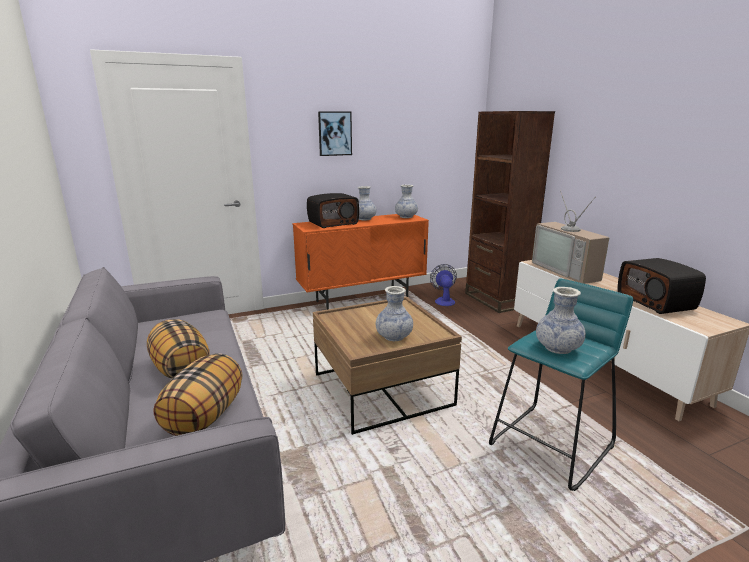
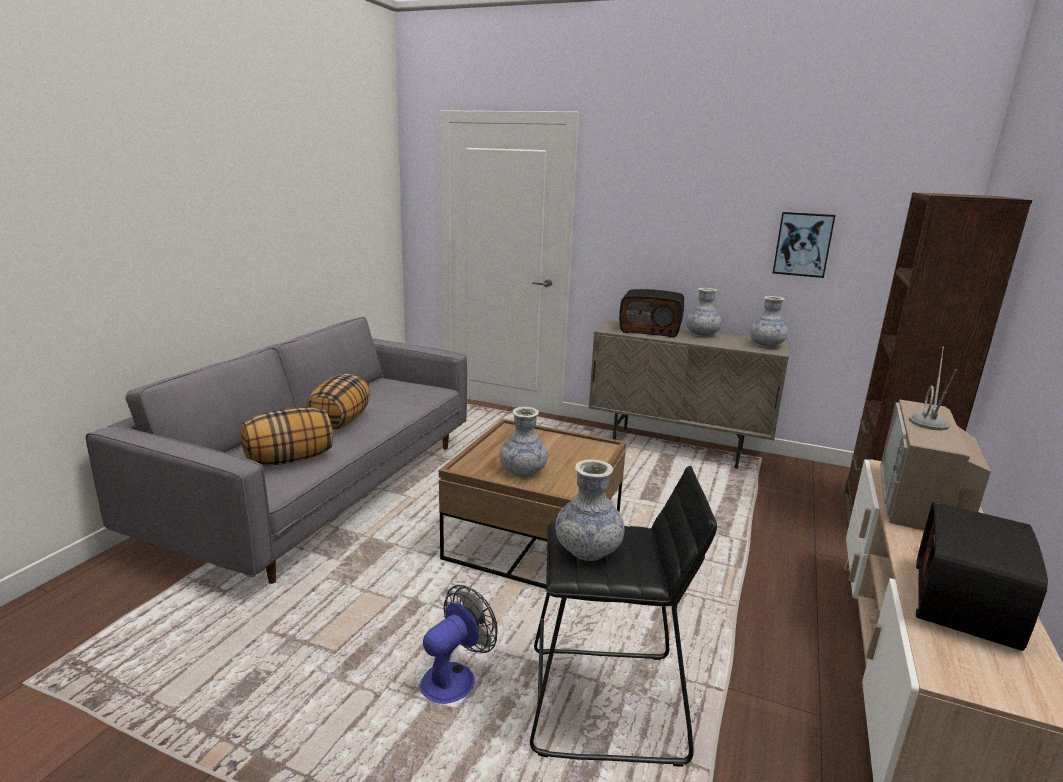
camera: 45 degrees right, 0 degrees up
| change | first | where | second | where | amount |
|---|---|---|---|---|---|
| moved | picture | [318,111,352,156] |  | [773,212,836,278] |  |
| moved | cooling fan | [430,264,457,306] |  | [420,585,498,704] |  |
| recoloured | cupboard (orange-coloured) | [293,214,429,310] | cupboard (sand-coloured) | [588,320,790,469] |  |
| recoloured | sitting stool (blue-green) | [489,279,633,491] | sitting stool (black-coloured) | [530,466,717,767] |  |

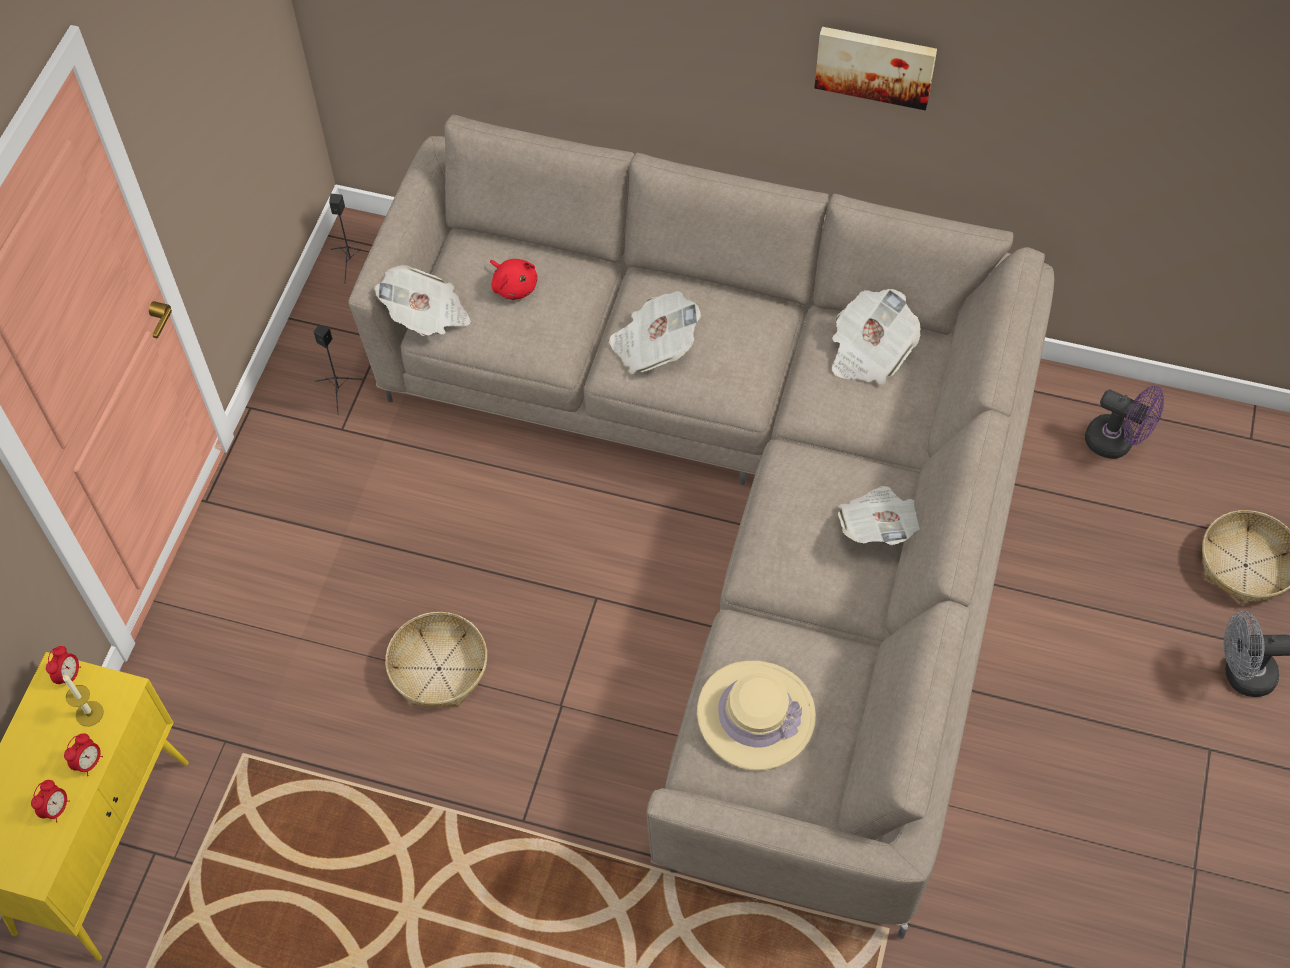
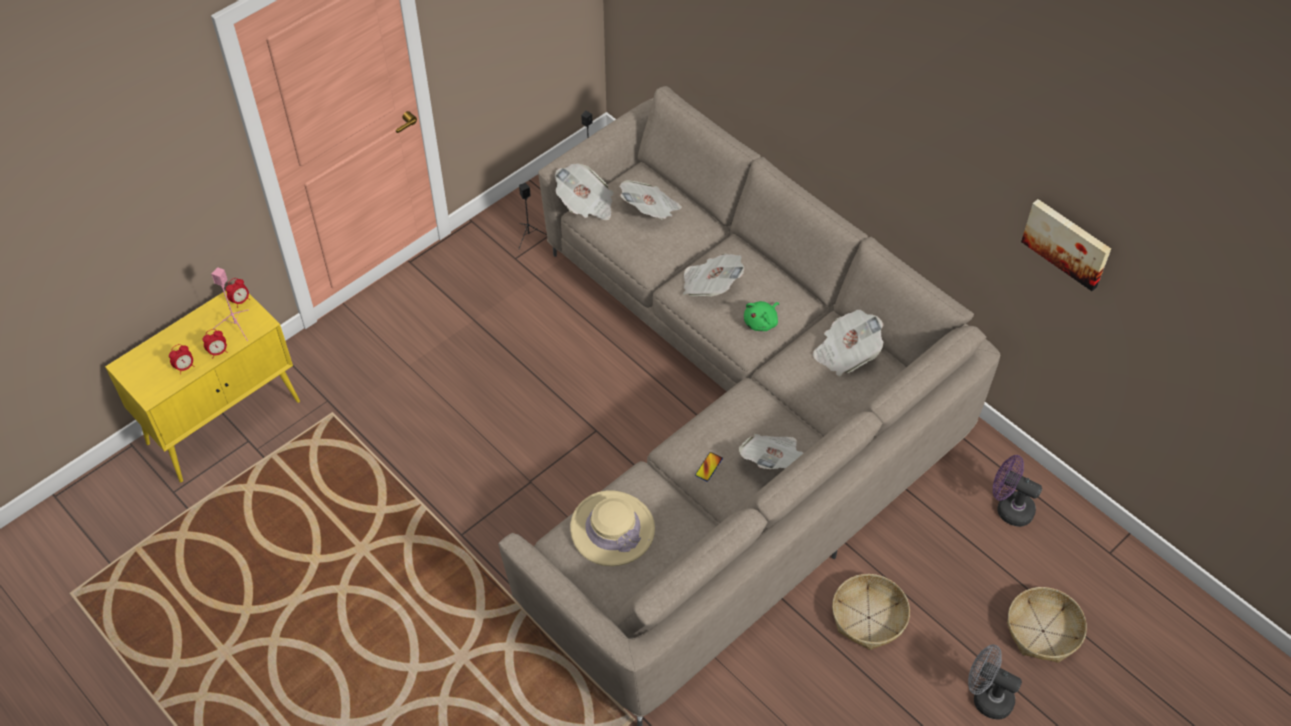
camera: 30 degrees right, 5 degrees down
| change | first | where | second | where | amount |
|---|---|---|---|---|---|
| added |  |  | handset | [695,452,723,482] |  |
| added |  |  | plush toy (green-coloured) | [744,301,779,331] |  |
| moved | basket | [385,612,487,707] |  | [832,574,910,650] |  |
| moved | picture | [815,27,937,110] |  | [1021,199,1111,291] |  |
| replaced | wax light | [63,675,104,726] | audio speaker (pink) | [211,267,249,341] |  |
| replaced | plush toy (reddish) | [490,259,538,300] | newspaper | [619,180,682,219] |  |
| turned | cooling fan (purple) | [1085,386,1164,459] |  | [993,455,1042,527] | 150 degrees clockwise |

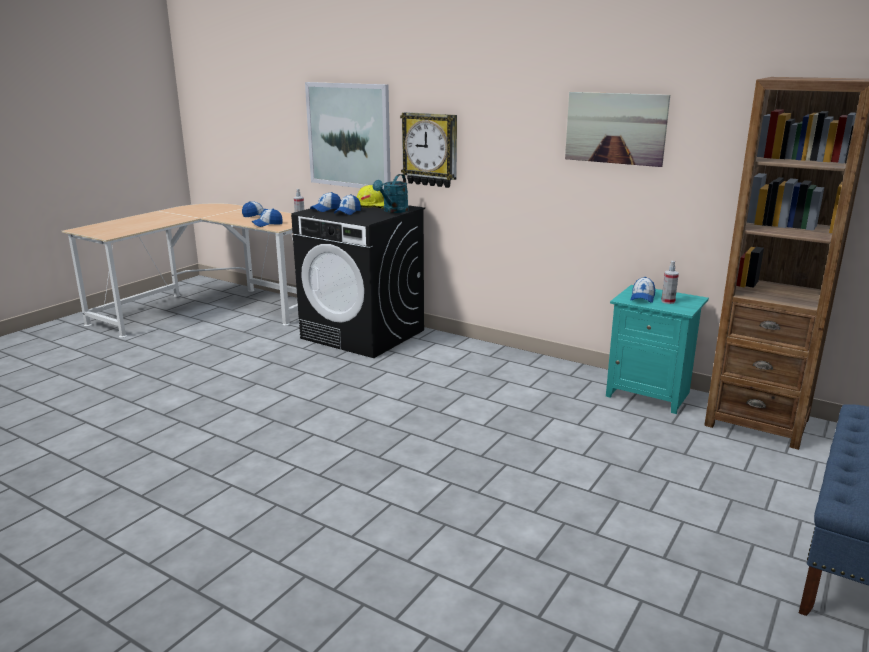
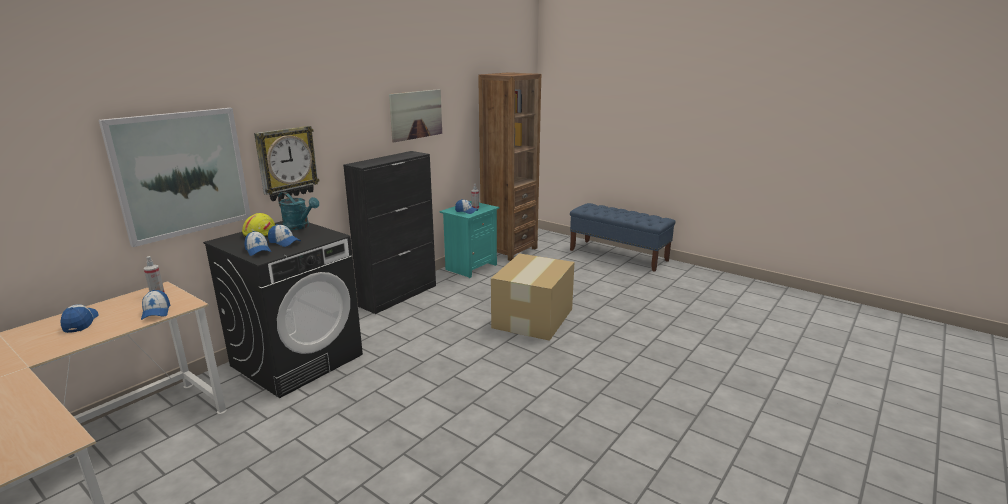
camera: 85 degrees left, 0 degrees up
| change | first | where | second | where | amount |
|---|---|---|---|---|---|
| added |  |  | cupboard (black-coloured) | [343,151,436,314] |  |
| added |  |  | packing box | [491,253,574,341] |  |

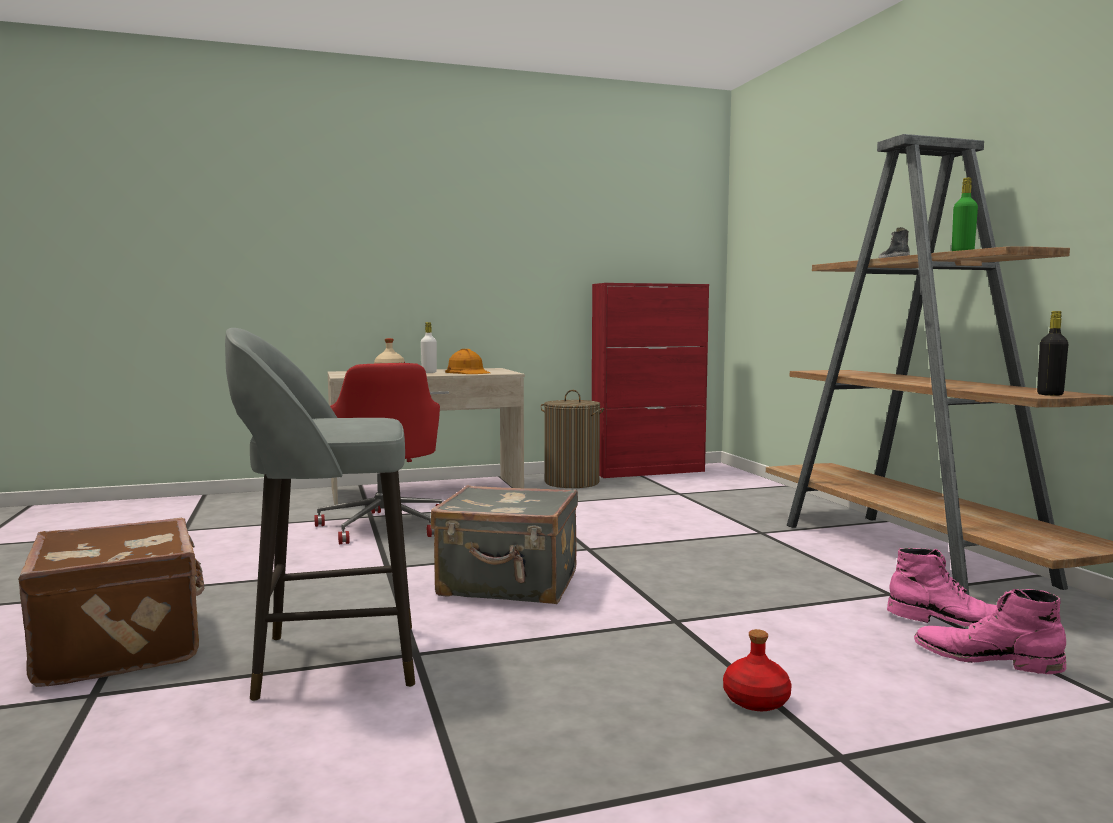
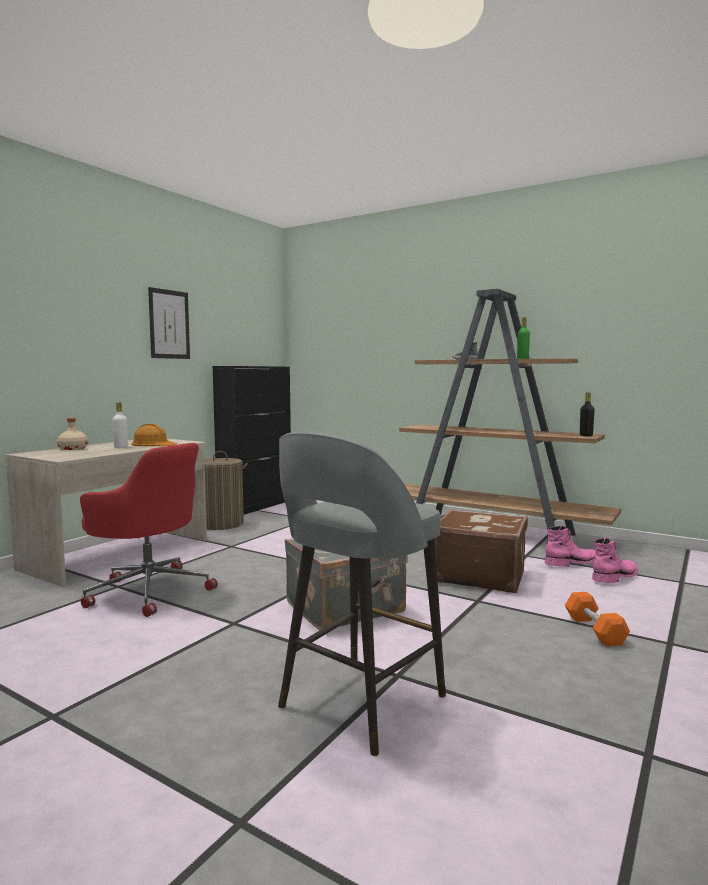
camera: 40 degrees left, 0 degrees up
| change | first | where | second | where | amount |
|---|---|---|---|---|---|
| added |  |  | picture | [148,287,190,359] |  |
| moved | piece of luggage (brownish) | [18,518,205,687] |  | [435,509,528,593] |  |
| replaced | bottle (reddish) | [723,629,791,711] | free weight (orange-coloured) | [565,592,630,646] |  |
| recoloured | cupboard (reddish) | [592,283,709,478] | cupboard (black-coloured) | [213,366,291,515] |  |
| turned | tall boot (pink) | [914,589,1066,674] |  | [592,537,638,583] | 150 degrees clockwise |

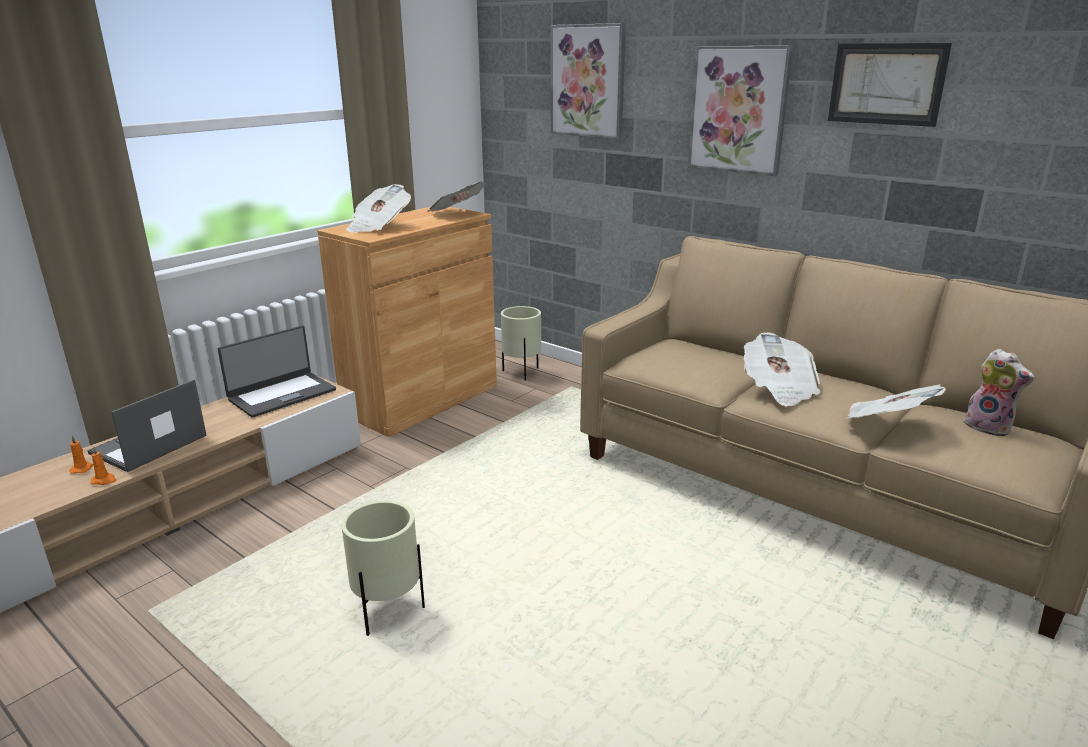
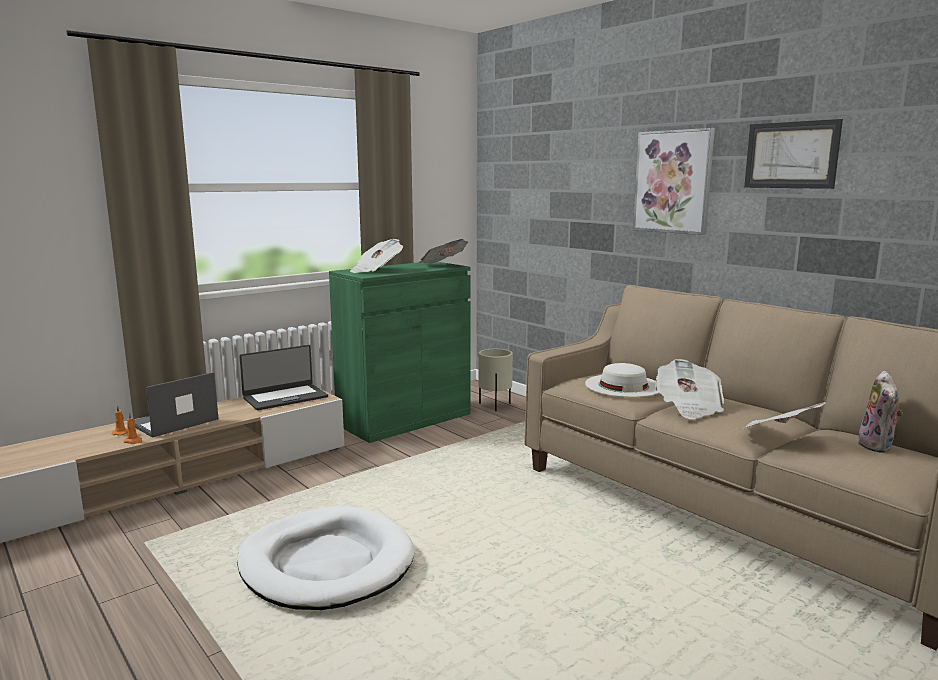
camera: 10 degrees right, 10 degrees down
| change | first | where | second | where | amount |
|---|---|---|---|---|---|
| removed | picture | [551,23,626,139] |  |  |  |
| added |  |  | wearable hat (whitish) | [585,363,659,397] |  |
| replaced | planter (sand-coloured) | [342,500,425,636] | dog cushion (whitish) | [237,506,414,610] |  |
| recoloured | cupboard (brownish) | [317,207,497,437] | cupboard (green-coloured) | [329,262,471,443] |  |
| turned | plush toy | [964,349,1035,436] |  | [858,371,903,453] | 45 degrees clockwise |

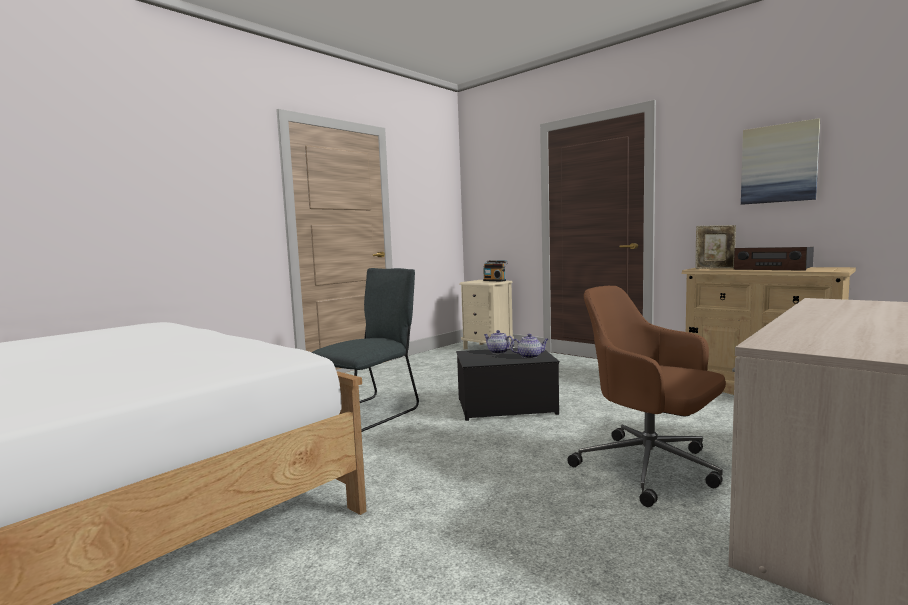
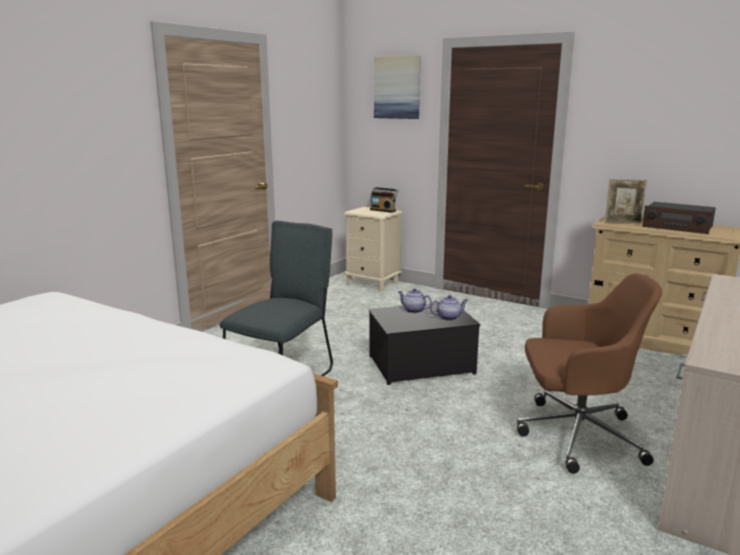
camera: 10 degrees left, 10 degrees up
| change | first | where | second | where | amount |
|---|---|---|---|---|---|
| moved | picture | [741,118,820,205] |  | [374,55,421,119] |  |
| turned | desk chair (brownish) | [567,286,726,507] |  | [517,273,662,474] | 150 degrees clockwise |

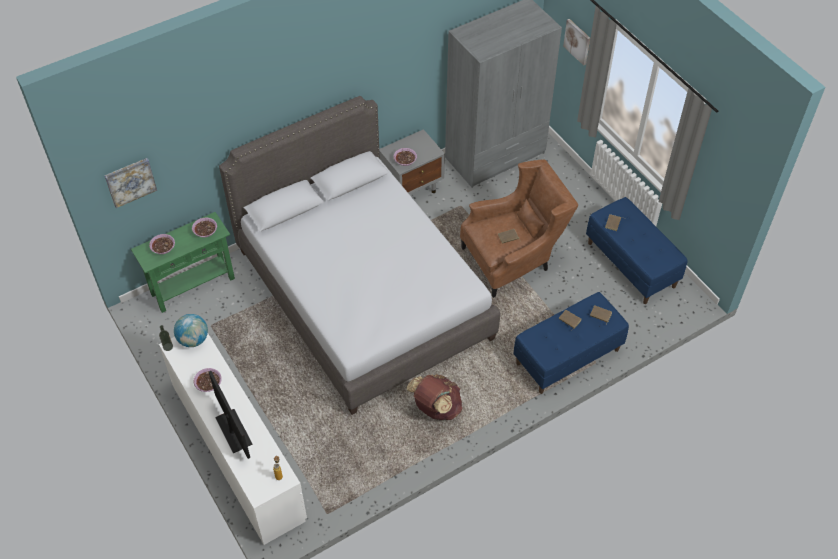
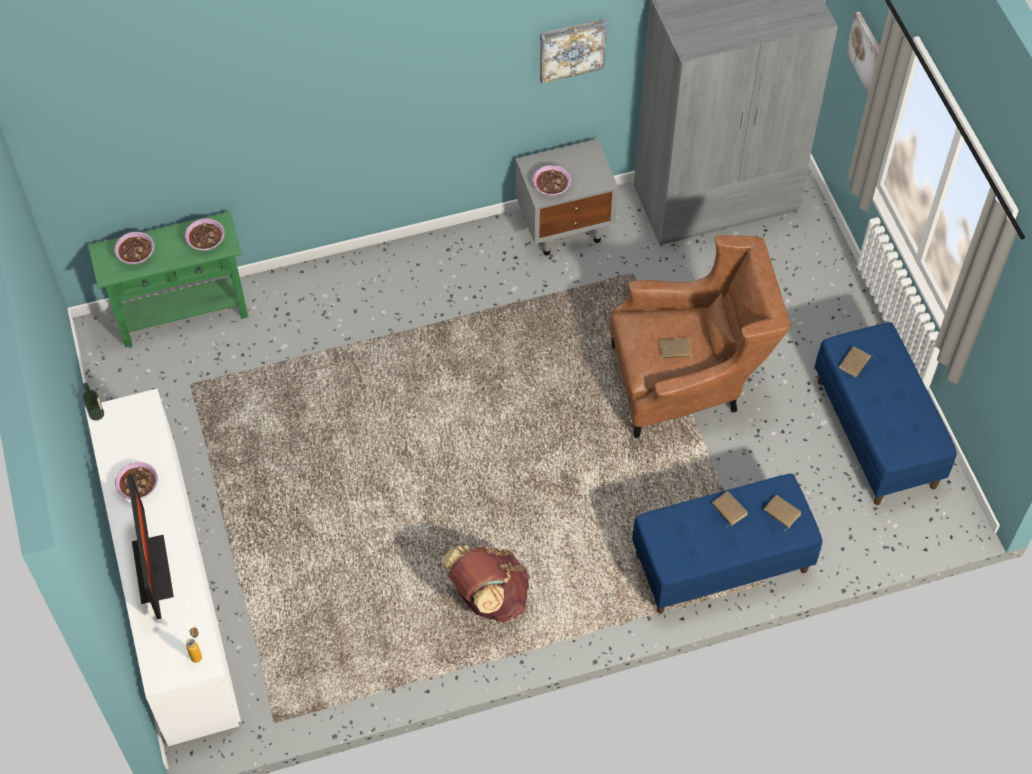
camera: 15 degrees right, 5 degrees up
| change | first | where | second | where | amount |
|---|---|---|---|---|---|
| removed | globe | [174,314,208,347] |  |  |  |
| removed | bedroom bed (gray) | [219,96,500,415] |  |  |  |
| moved | picture | [104,158,157,208] |  | [540,19,607,84] |  |

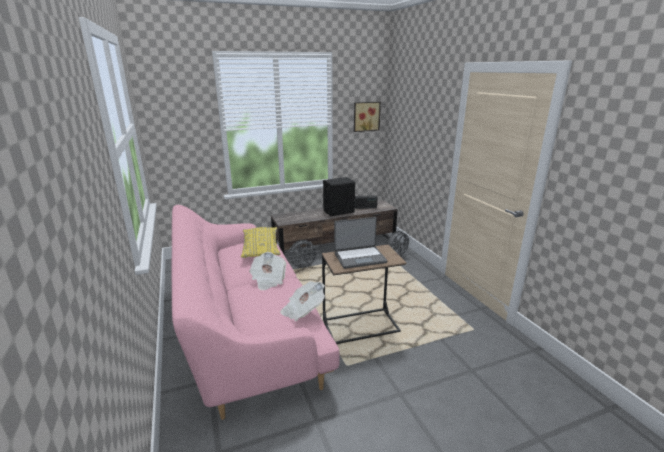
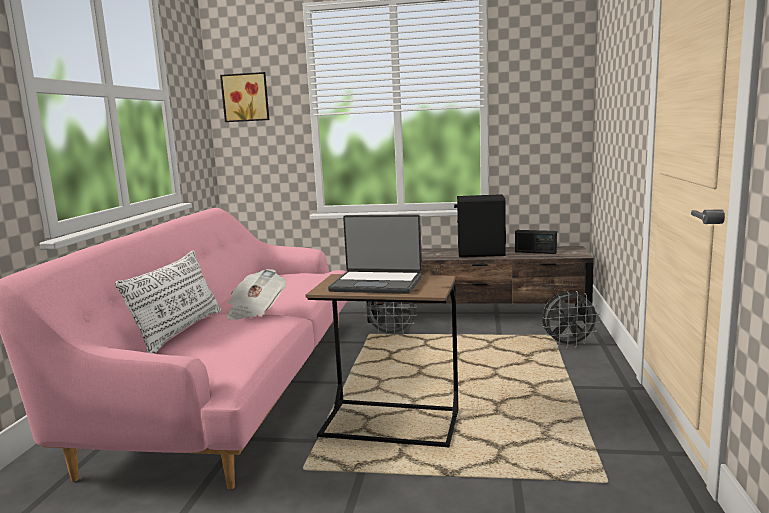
camera: 30 degrees right, 10 degrees down
| change | first | where | second | where | amount |
|---|---|---|---|---|---|
| removed | cushion (yellow) | [241,227,280,258] |  |  |  |
| removed | newspaper | [280,281,325,321] |  |  |  |
| added |  |  | cushion (whitish) | [115,250,221,354] |  |
| moved | picture | [354,102,381,132] |  | [220,72,269,122] |  |

